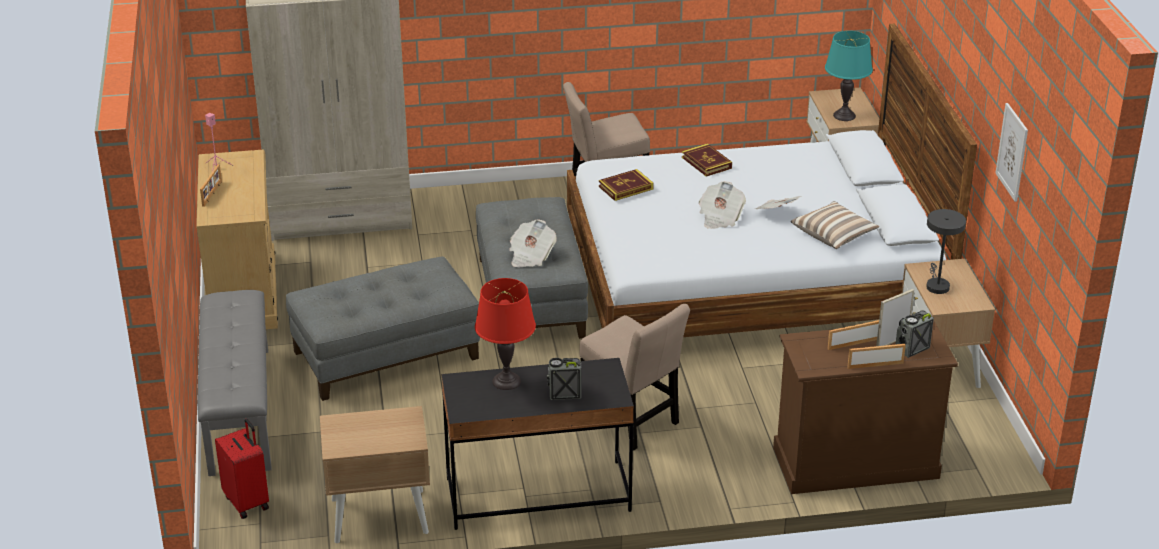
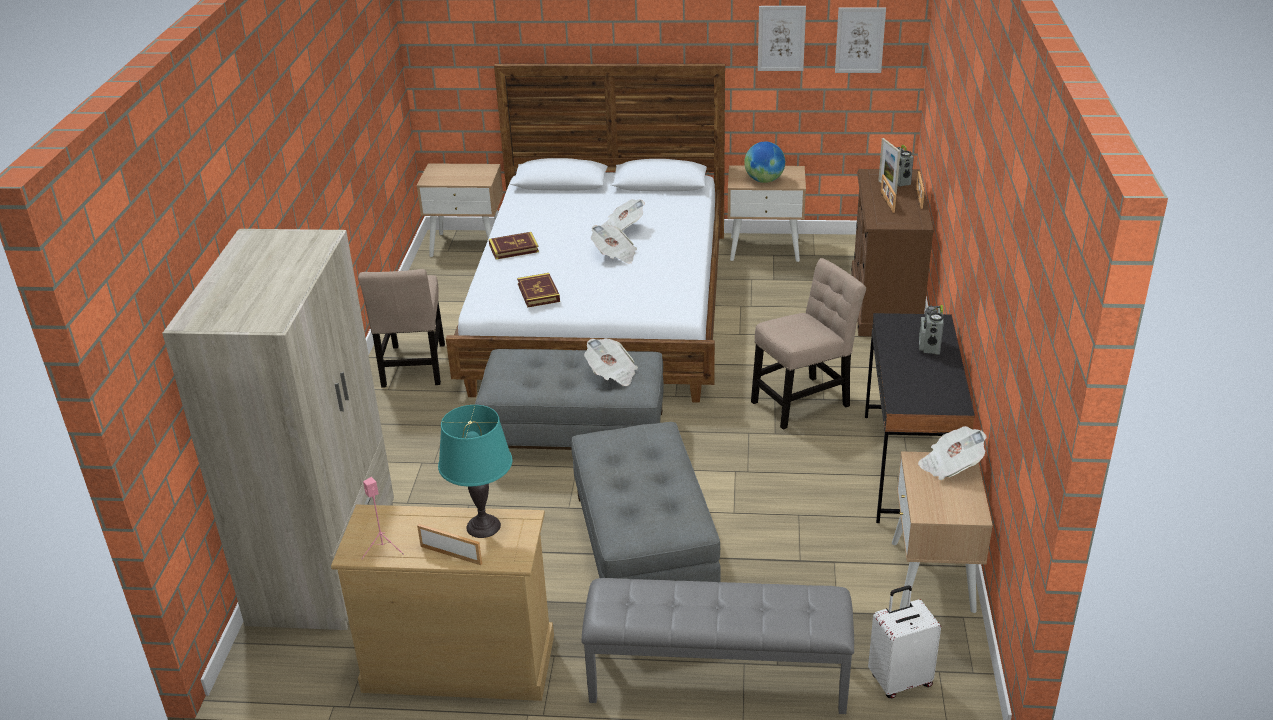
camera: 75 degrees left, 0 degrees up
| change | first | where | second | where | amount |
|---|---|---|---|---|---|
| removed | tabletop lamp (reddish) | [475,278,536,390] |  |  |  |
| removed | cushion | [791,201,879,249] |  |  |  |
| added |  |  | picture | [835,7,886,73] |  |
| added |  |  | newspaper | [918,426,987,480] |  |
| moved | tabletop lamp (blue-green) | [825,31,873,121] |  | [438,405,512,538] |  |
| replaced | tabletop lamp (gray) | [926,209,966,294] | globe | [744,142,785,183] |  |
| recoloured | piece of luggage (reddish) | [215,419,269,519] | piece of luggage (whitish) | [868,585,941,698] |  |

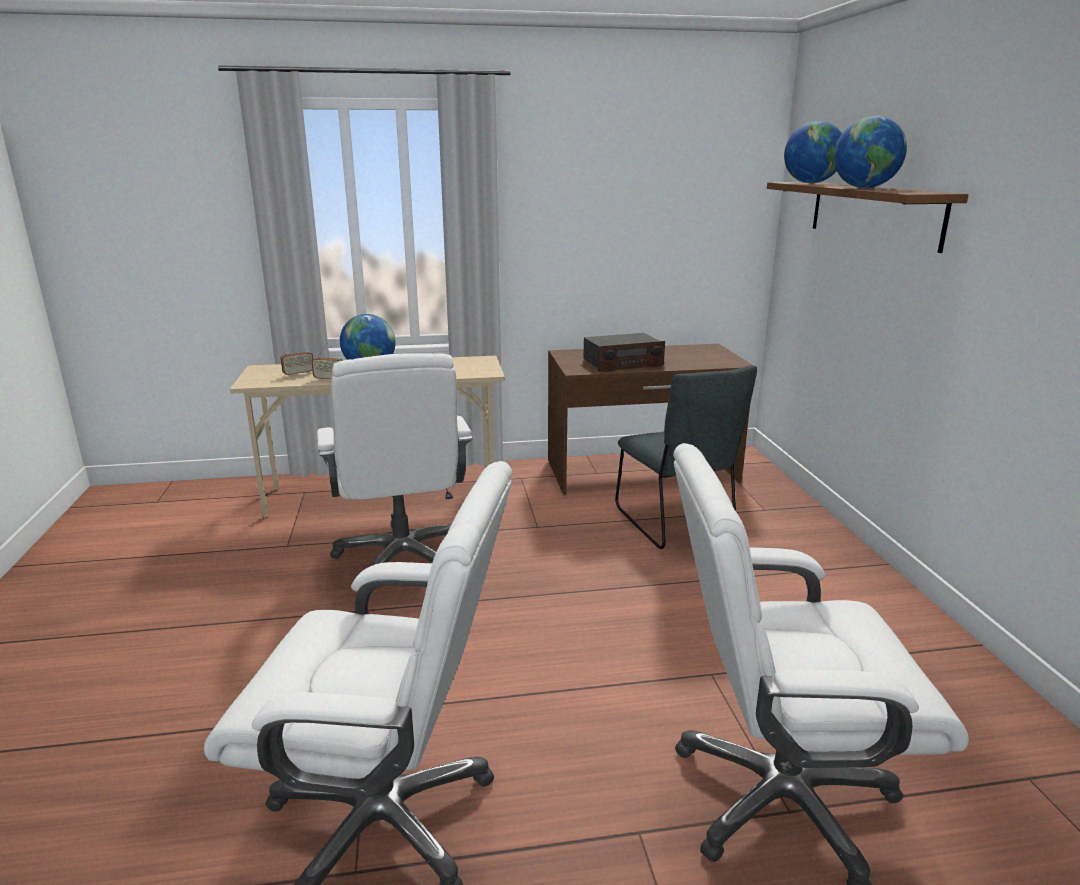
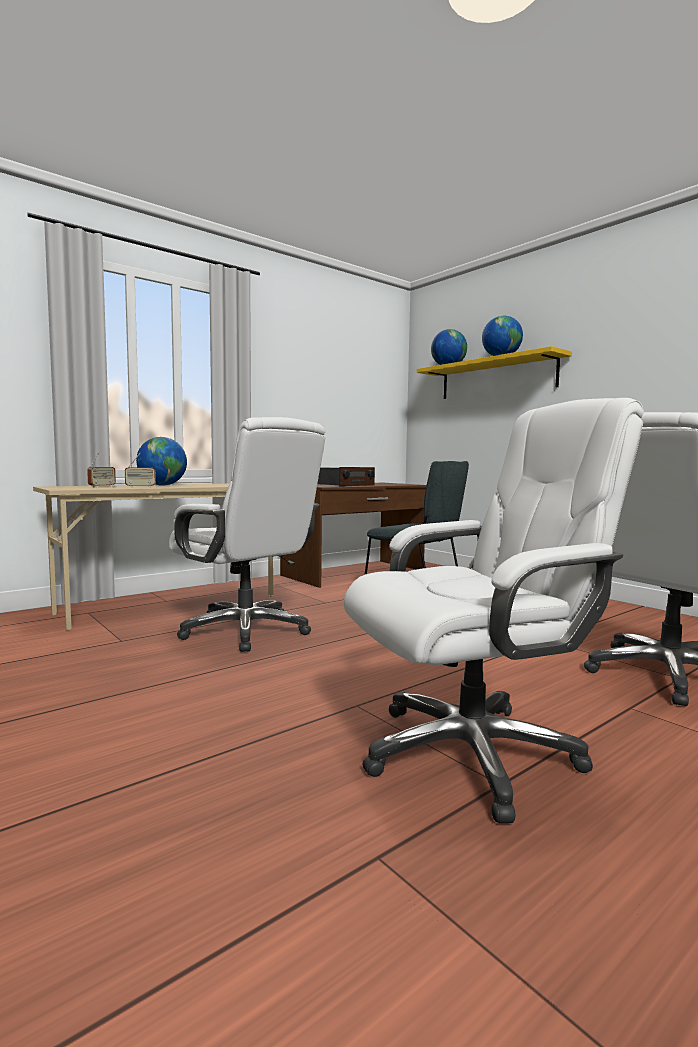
camera: 30 degrees left, 15 degrees down
| change | first | where | second | where | amount |
|---|---|---|---|---|---|
| recoloured | shelf (brownish) | [767,182,969,253] | shelf (yellow) | [417,346,572,399] |  |

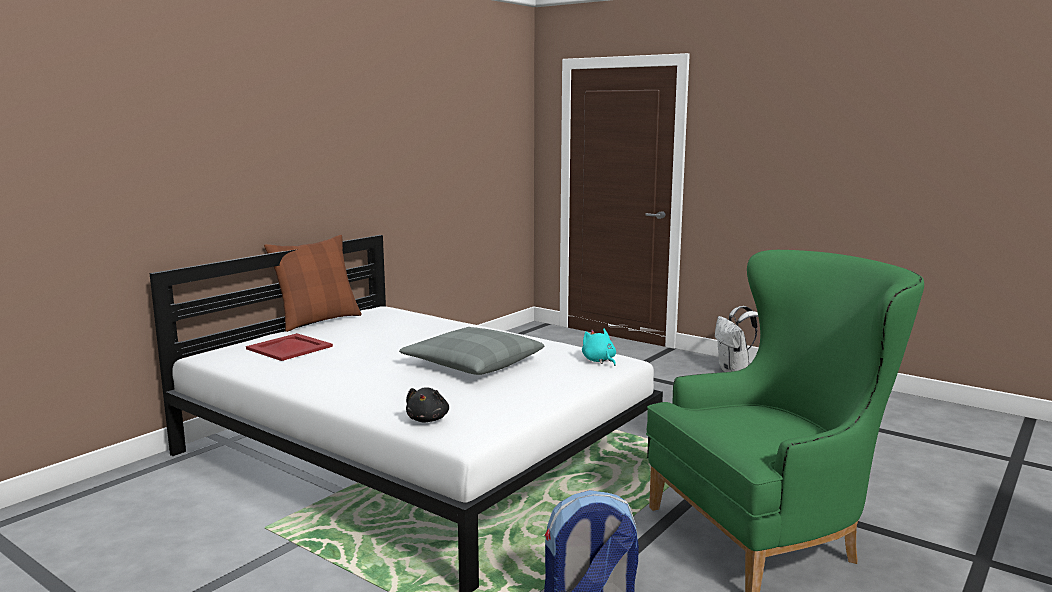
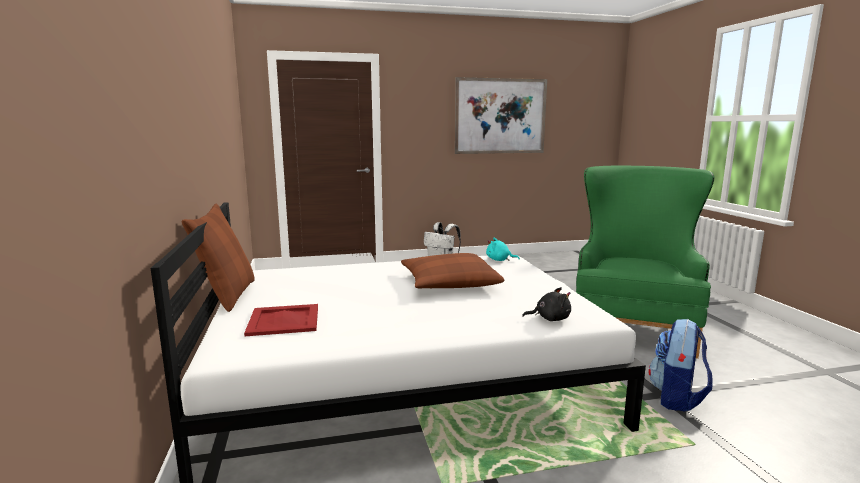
camera: 50 degrees left, 0 degrees up
| change | first | where | second | where | amount |
|---|---|---|---|---|---|
| added |  |  | picture | [455,77,547,154] |  |
| recoloured | cushion (gray) | [399,327,544,375] | cushion (brownish) | [401,253,504,288] |  |
| turned | plush toy (black-coloured) | [406,387,449,422] |  | [522,287,571,321] | 45 degrees counterclockwise |

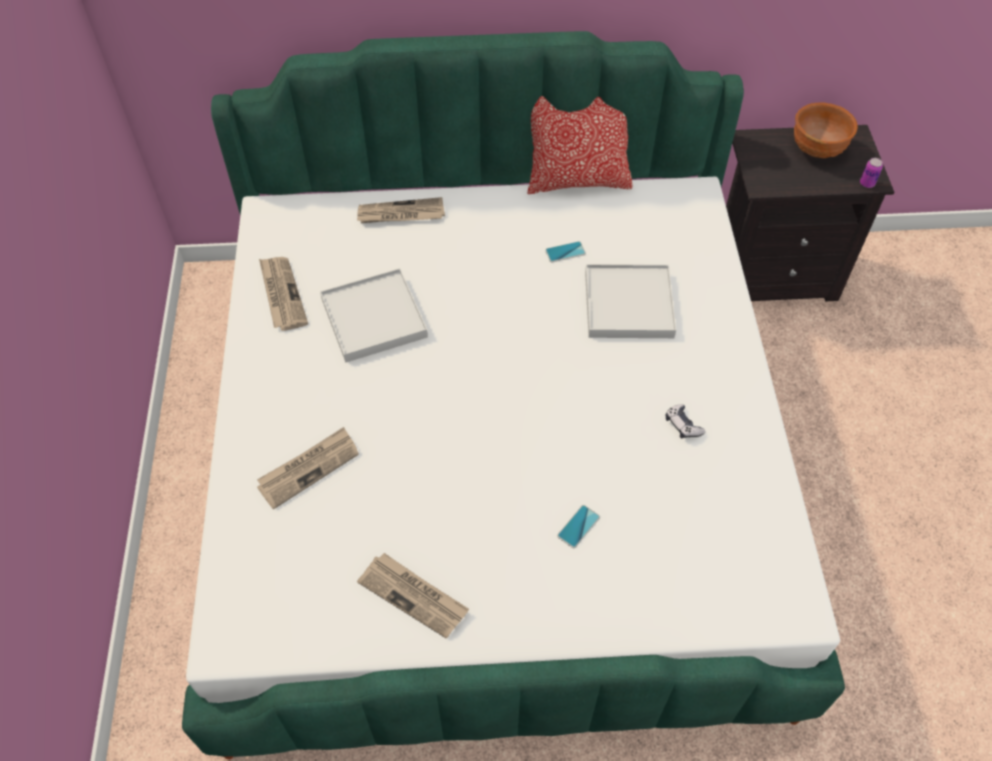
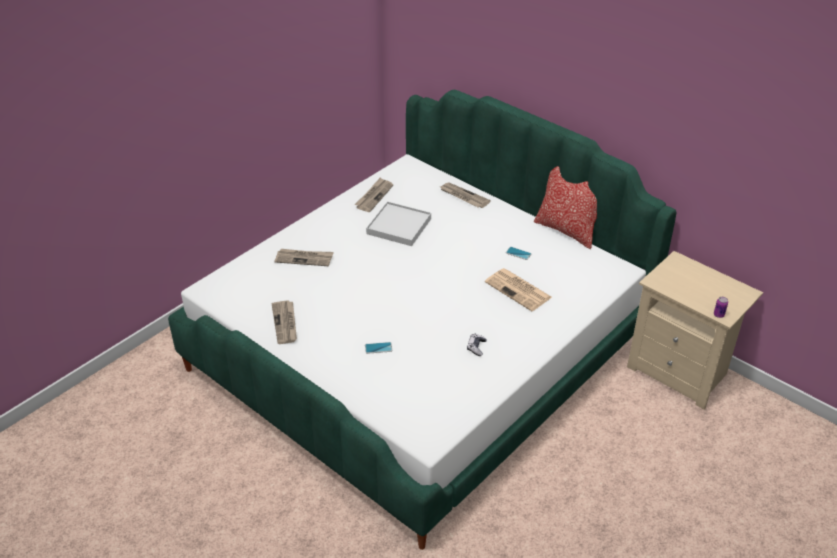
camera: 45 degrees right, 15 degrees down
| change | first | where | second | where | amount |
|---|---|---|---|---|---|
| removed | deep dish (brownish) | [794,102,858,158] |  |  |  |
| replaced | serving tray (whitish) | [585,264,676,338] | newspaper | [485,268,552,311] |  |
| recoloured | bedside table (black-coloured) | [726,125,894,302] | bedside table (sand-coloured) | [627,251,763,410] |  |

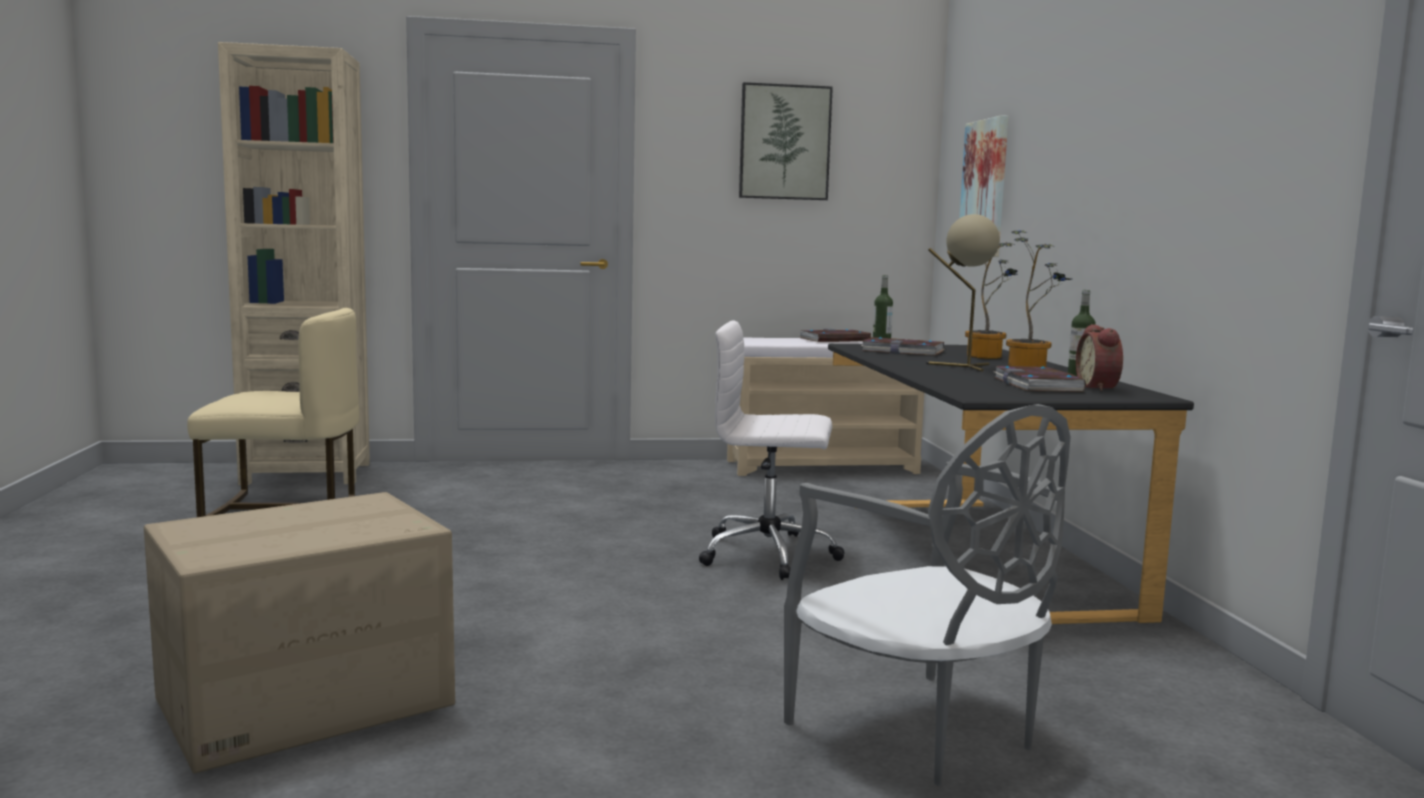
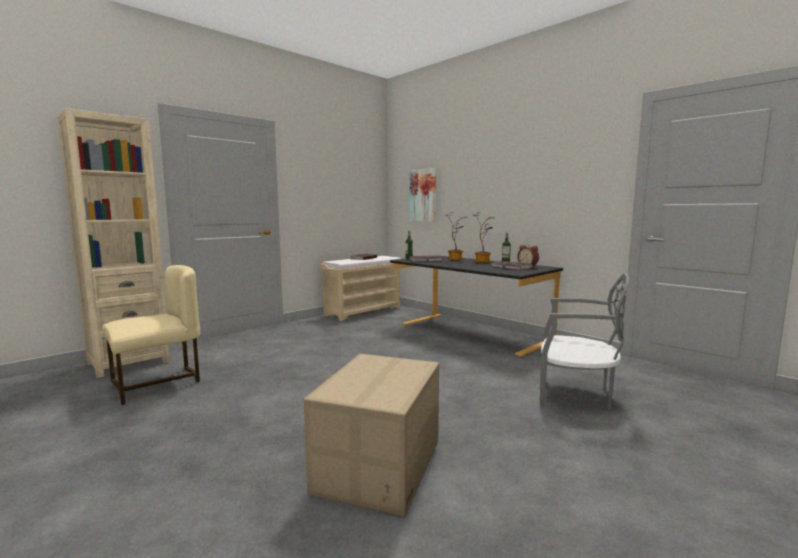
camera: 35 degrees left, 0 degrees up
| change | first | where | second | where | amount |
|---|---|---|---|---|---|
| removed | desk chair (whitish) | [699,320,845,580] |  |  |  |
| removed | picture | [739,82,833,200] |  |  |  |
| removed | tabletop lamp (sand-coloured) | [927,214,1000,372] |  |  |  |

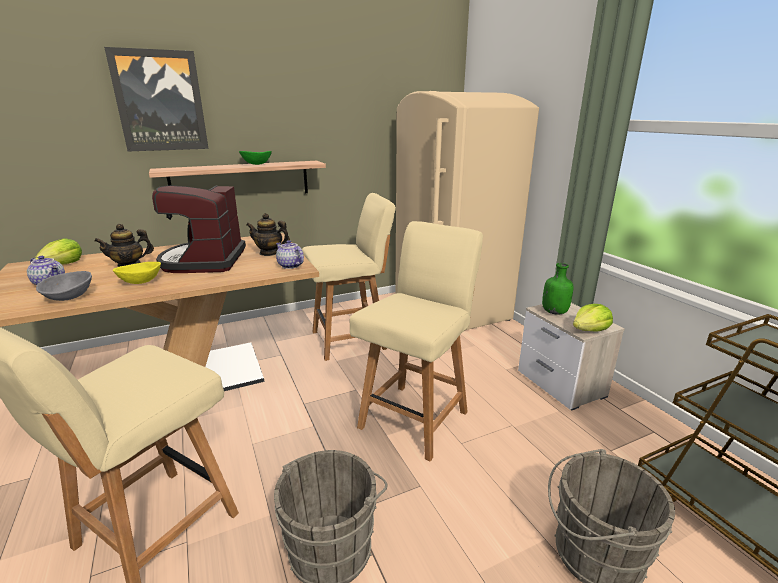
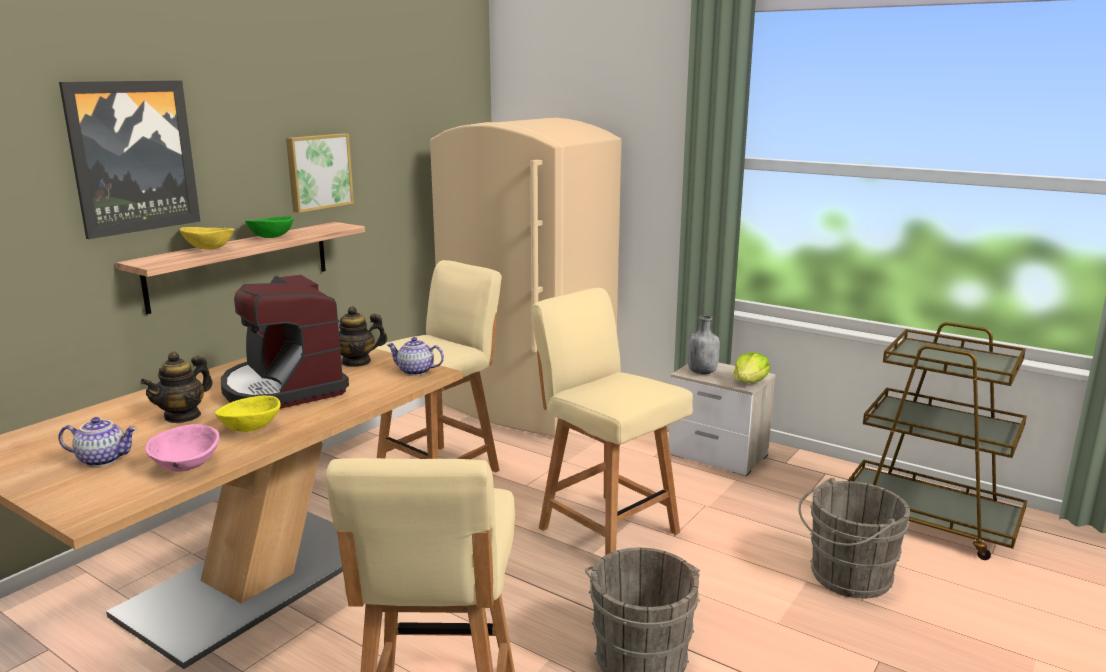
camera: 30 degrees left, 5 degrees down
| change | first | where | second | where | amount |
|---|---|---|---|---|---|
| removed | lettuce head | [35,238,82,265] |  |  |  |
| added |  |  | deep dish (yellow) | [180,227,235,250] |  |
| added |  |  | picture | [286,133,354,213] |  |
| recoloured | deep dish (gray) | [36,271,92,301] | deep dish (pink) | [145,424,219,472] |  |
| recoloured | bottle (green-coloured) | [542,263,573,315] | bottle (gray) | [688,315,720,374] |  |
| turned | plain chair (sand-coloured) | [349,221,483,461] |  | [531,288,693,555] | 45 degrees counterclockwise |

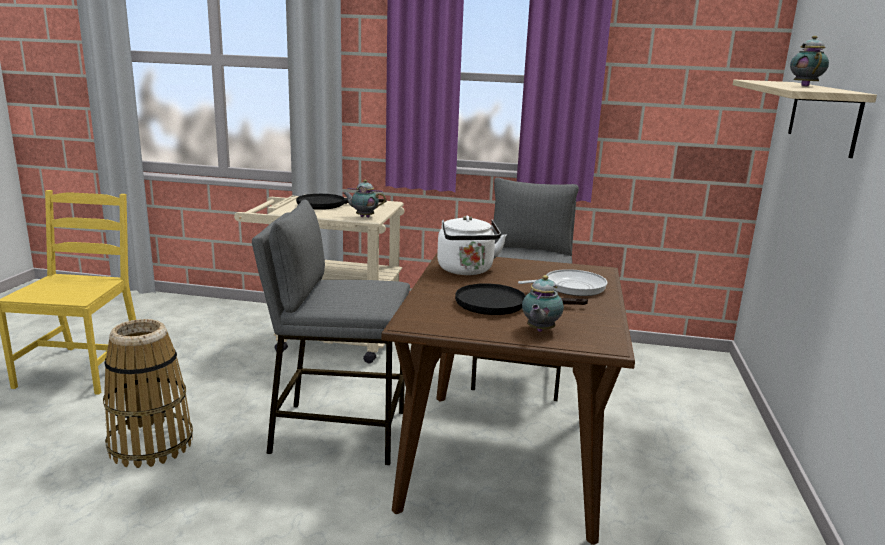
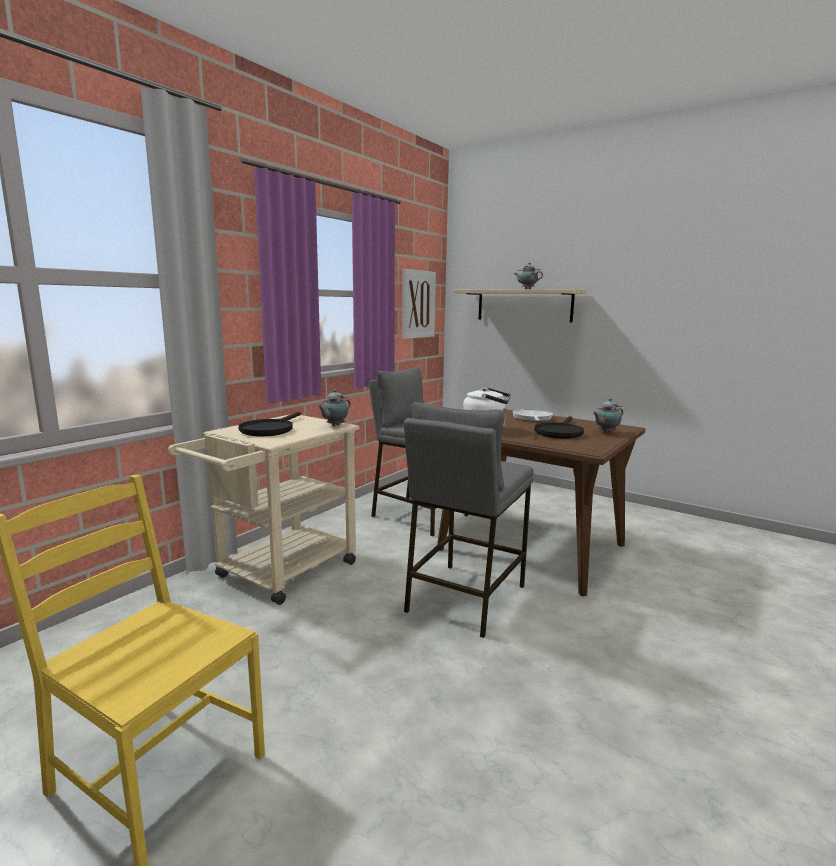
camera: 65 degrees left, 5 degrees down
| change | first | where | second | where | amount |
|---|---|---|---|---|---|
| removed | basket | [103,319,193,468] |  |  |  |
| added |  |  | picture | [402,269,436,339] |  |
| turned | teapot | [522,275,564,332] |  | [593,398,623,433] | 105 degrees clockwise |

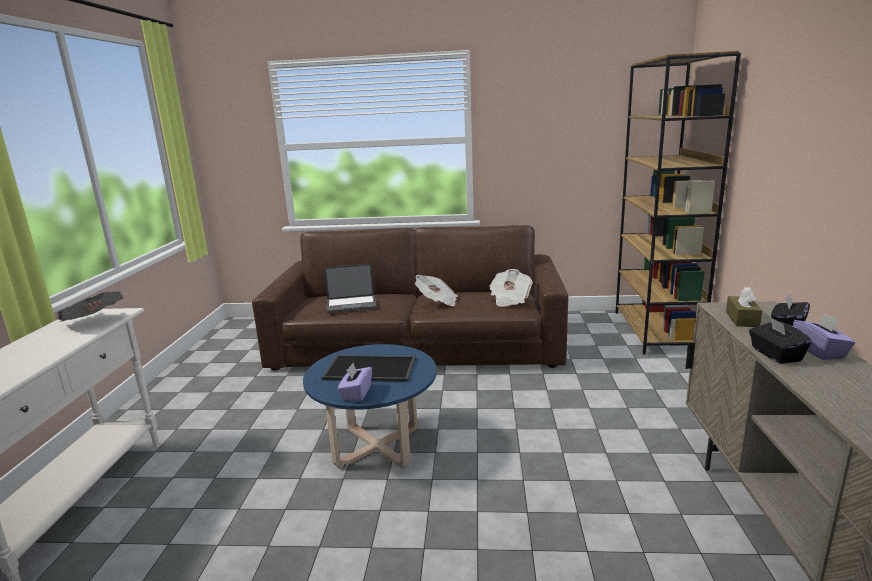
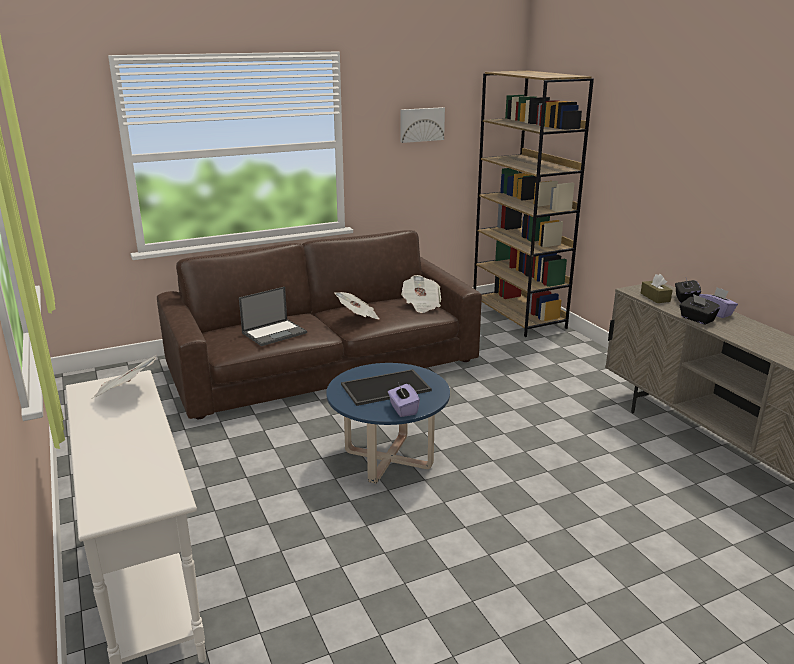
camera: 30 degrees left, 5 degrees up
| change | first | where | second | where | amount |
|---|---|---|---|---|---|
| added |  |  | picture | [400,107,445,143] |  |

